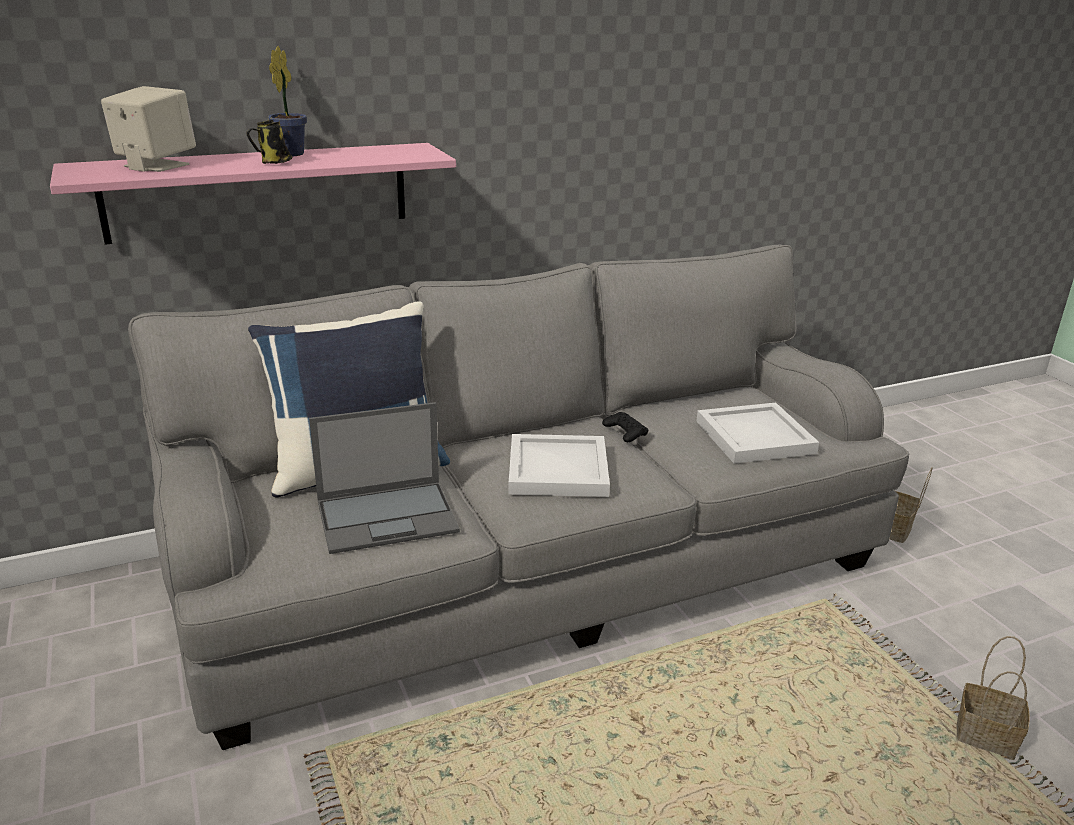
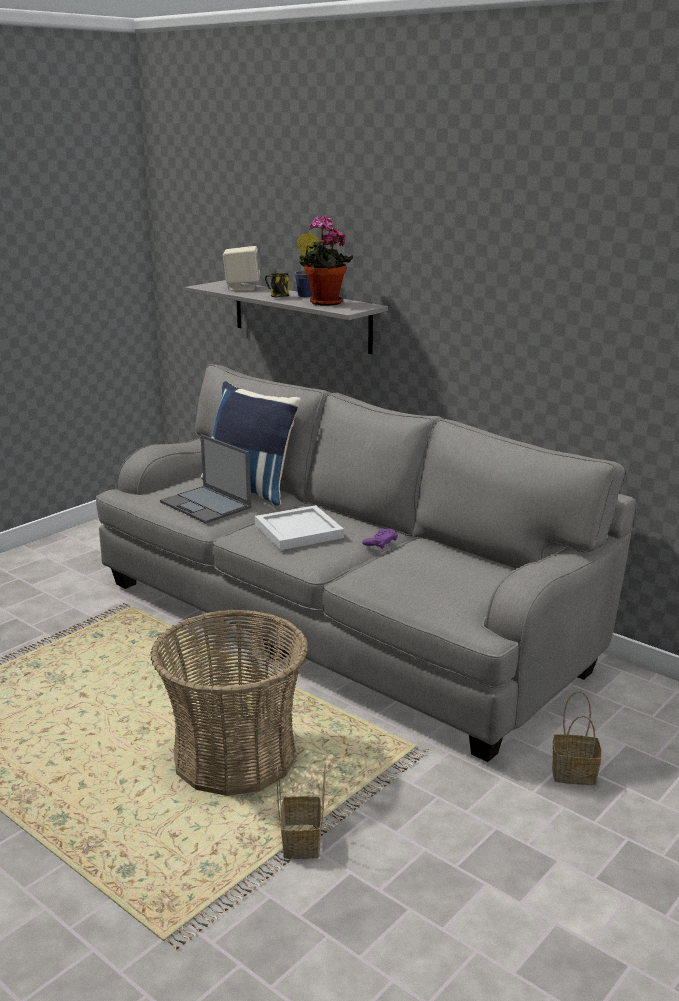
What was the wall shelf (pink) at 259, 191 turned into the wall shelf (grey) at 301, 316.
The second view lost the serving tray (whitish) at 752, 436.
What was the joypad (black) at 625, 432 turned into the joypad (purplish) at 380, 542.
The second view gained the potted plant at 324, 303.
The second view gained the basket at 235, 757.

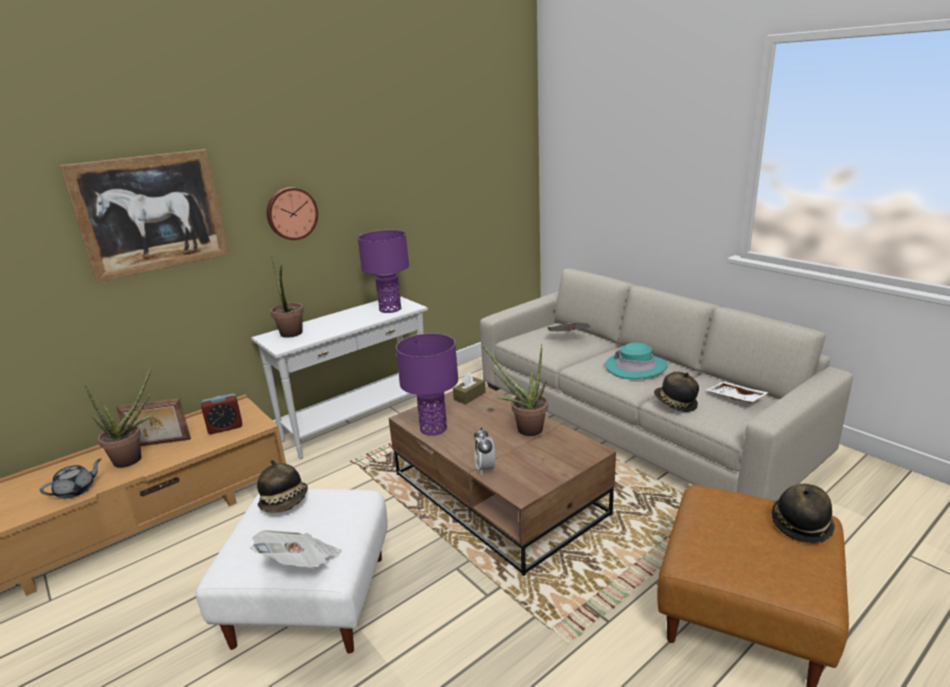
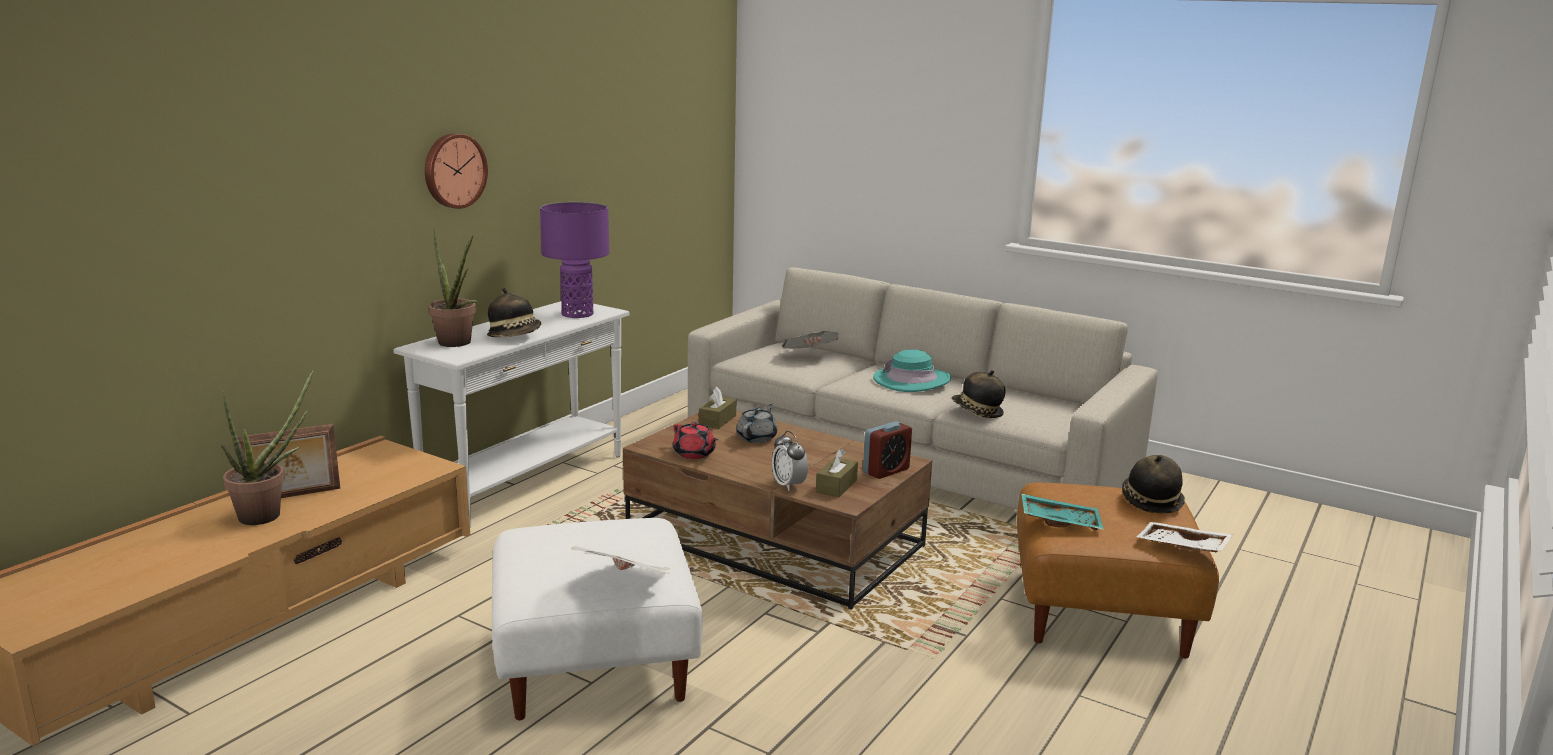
The second view lost the wall picture at 151, 213.
Where the tabletop lamp (purplish) stood at 434, 428, the teapot (reddish) came to stand at 694, 454.
The second view lost the potted plant at 524, 429.
The serving tray (whitish) ended up elsewhere, having gone from 735, 398 to 1182, 548.
The alarm clock ended up elsewhere, having gone from 225, 427 to 886, 471.
The teapot (grey) ended up elsewhere, having gone from 76, 490 to 757, 438.
The hat ended up elsewhere, having gone from 285, 502 to 515, 336.
The second view gained the tissue holder (brownish) at 836, 486.
The second view gained the serving tray (turquoise) at 1060, 521.

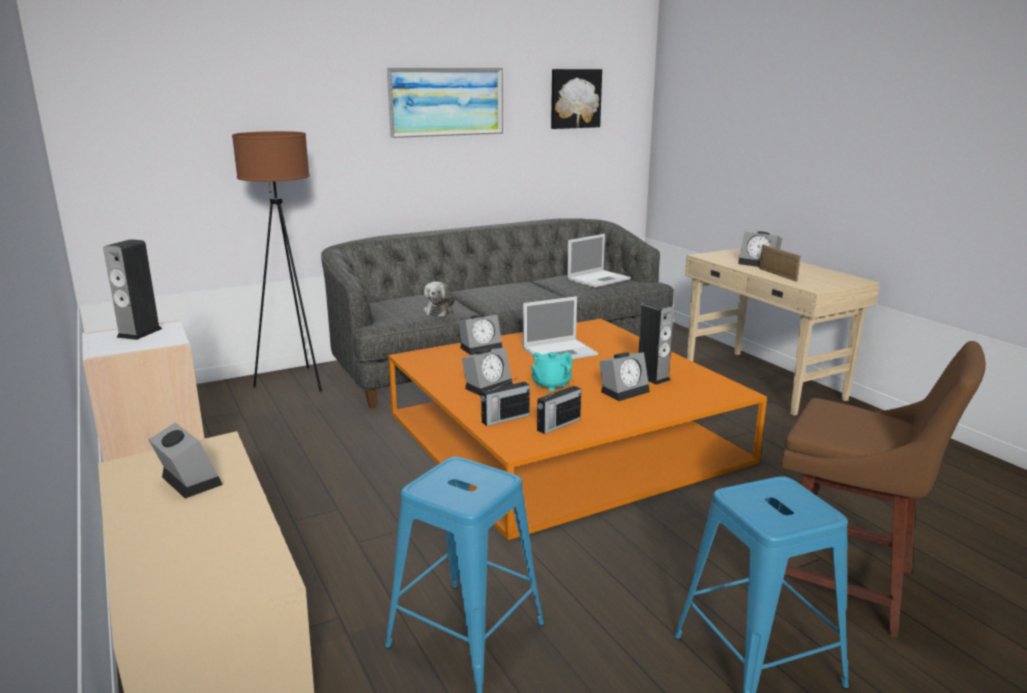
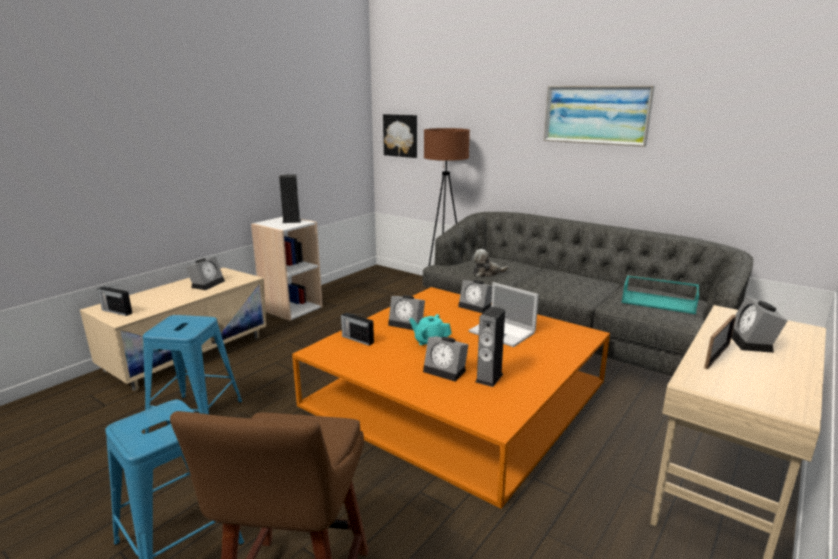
The wall picture ended up elsewhere, having gone from 575, 98 to 401, 135.
Where the laptop stood at 599, 279, the serving tray (turquoise) came to stand at 659, 302.
The radio receiver ended up elsewhere, having gone from 558, 425 to 116, 311.

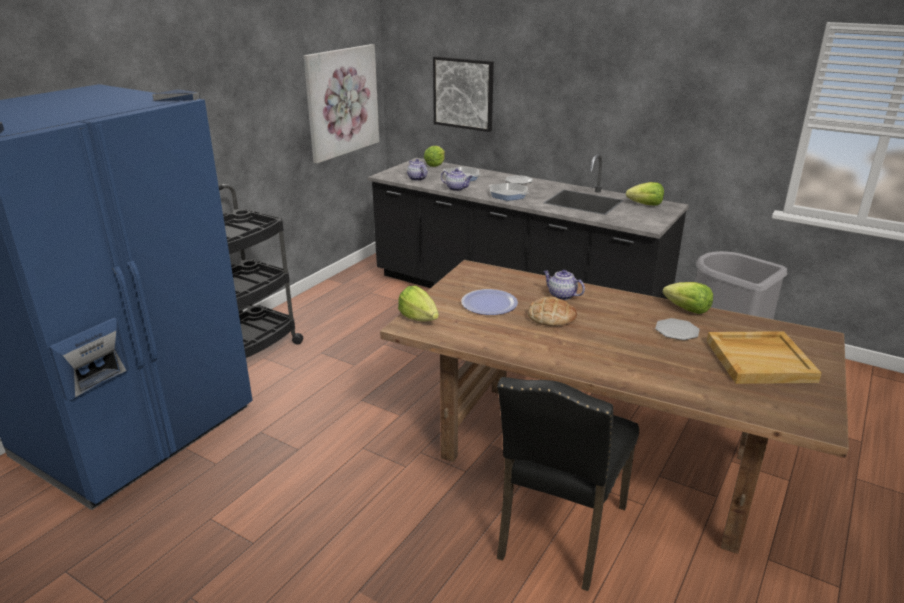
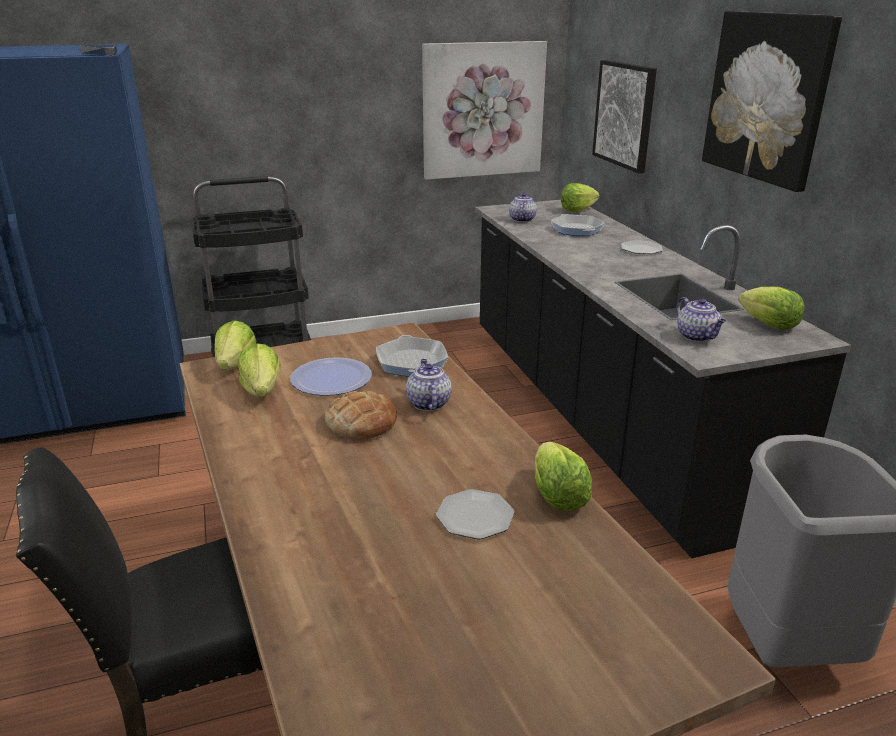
The teapot ended up elsewhere, having gone from 457, 189 to 697, 336.
The frying pan ended up elsewhere, having gone from 508, 195 to 411, 362.
The second view lost the serving tray (beige-coloured) at 760, 360.
The second view gained the wall picture at 767, 97.
The second view gained the head of lettuce at 262, 390.

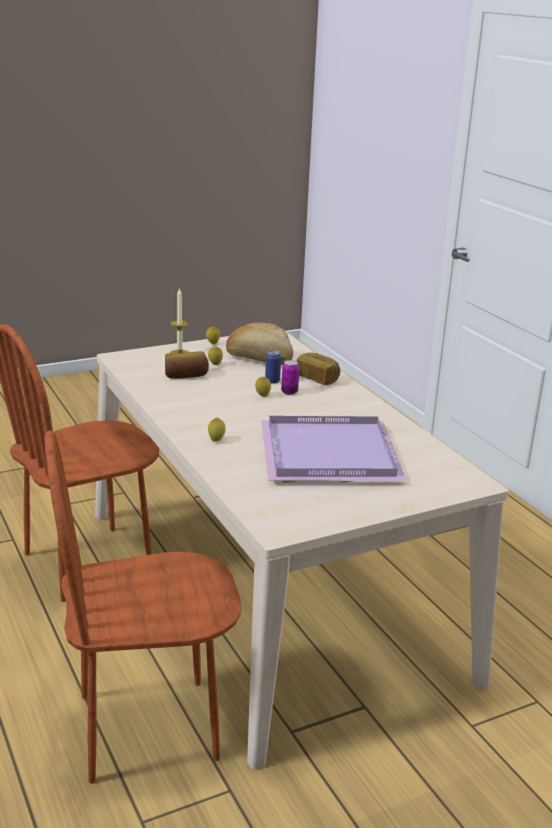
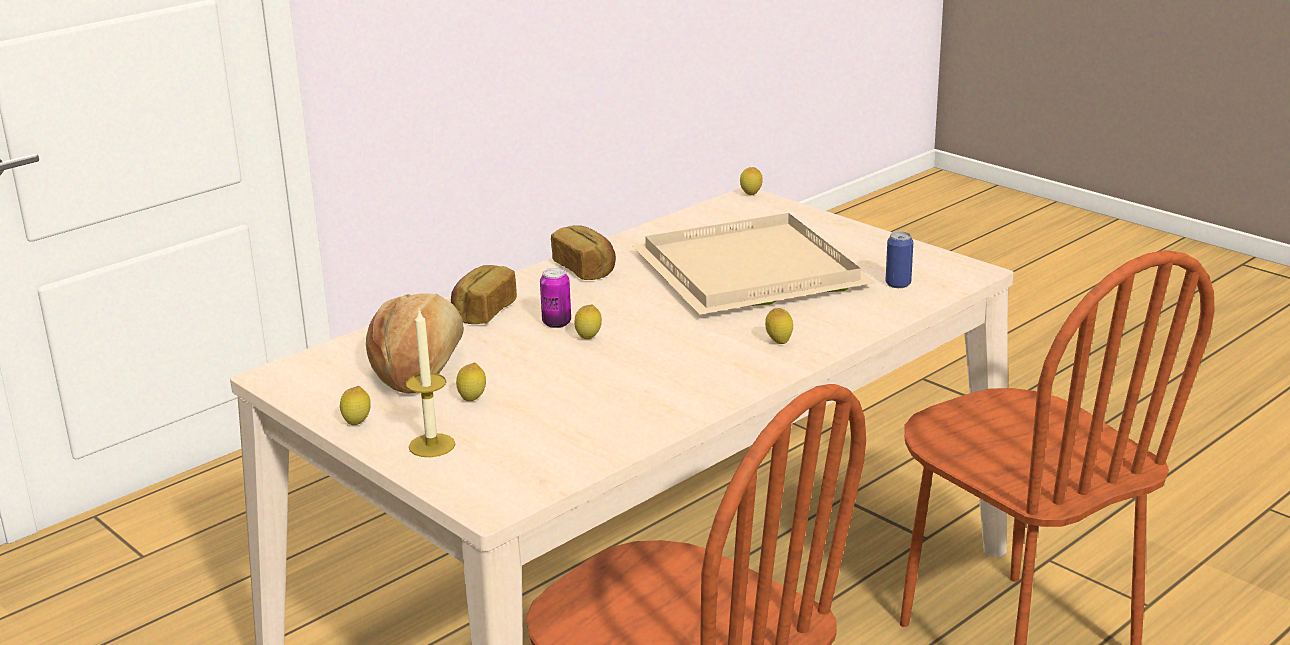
The metal can ended up elsewhere, having gone from 272, 381 to 898, 284.
The bakery bread ended up elsewhere, having gone from 186, 376 to 585, 269.
What was the serving tray (purplish) at 331, 453 turned into the serving tray (beige-coloured) at 744, 271.
The second view gained the citrus fruit at 751, 195.

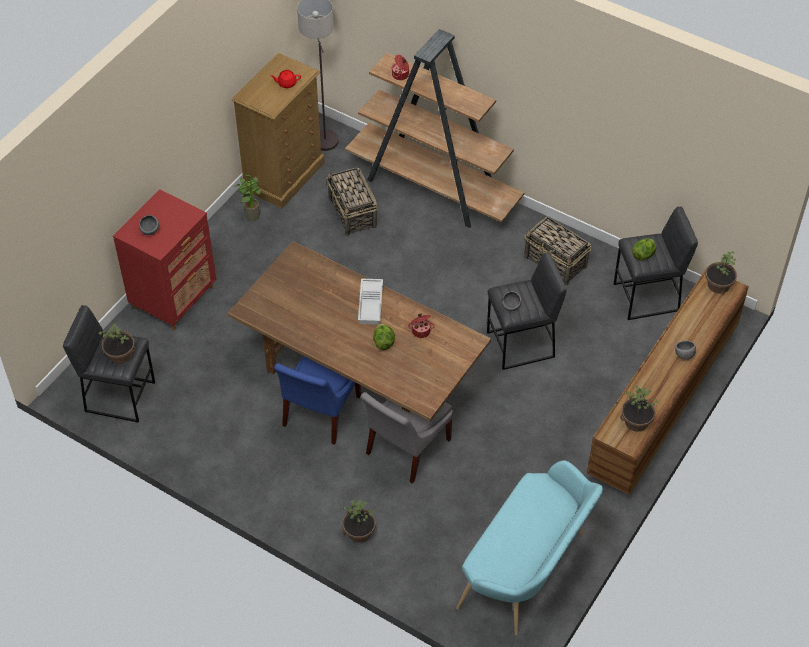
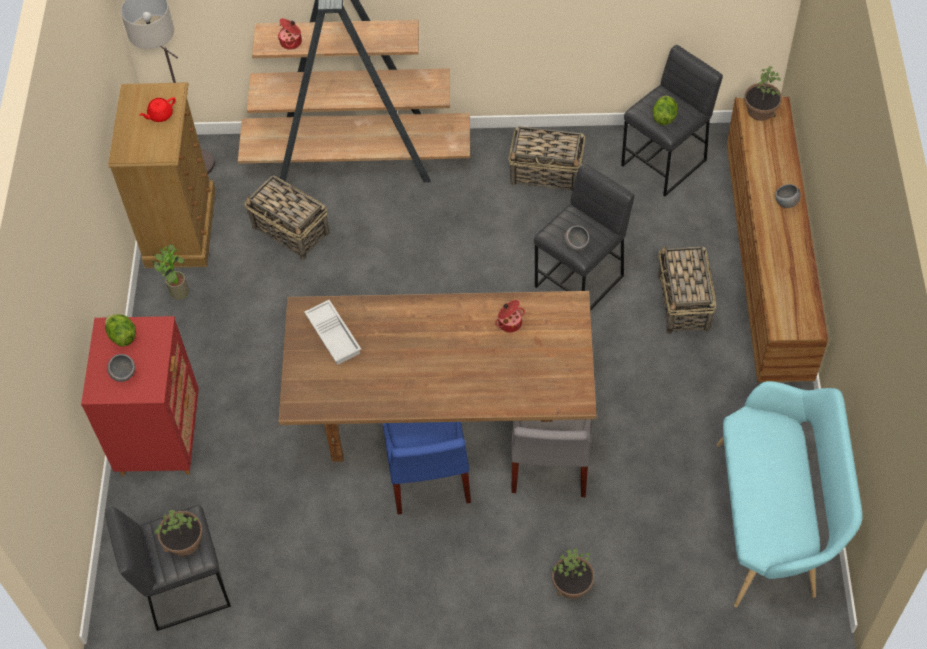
The serving tray (whitish) ended up elsewhere, having gone from 371, 304 to 334, 335.
The head of lettuce ended up elsewhere, having gone from 383, 342 to 122, 336.
The second view lost the potted plant at 636, 422.
The second view gained the basket at 683, 303.

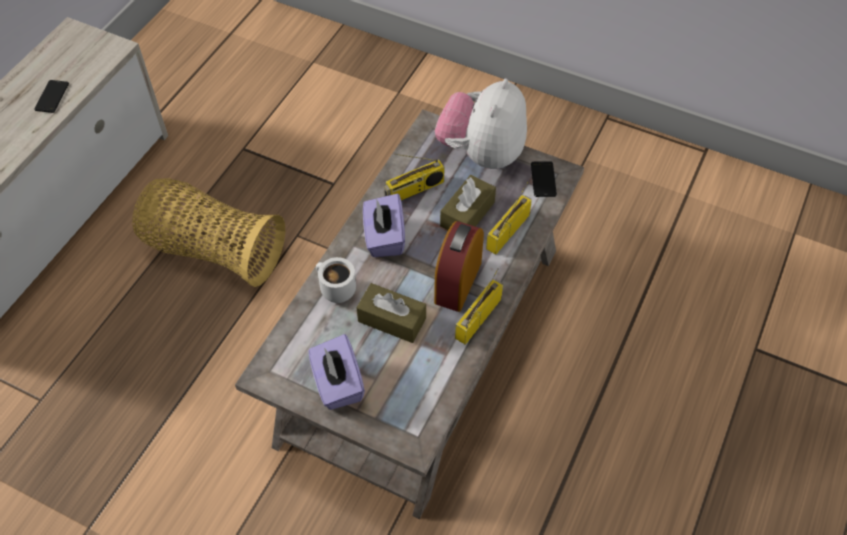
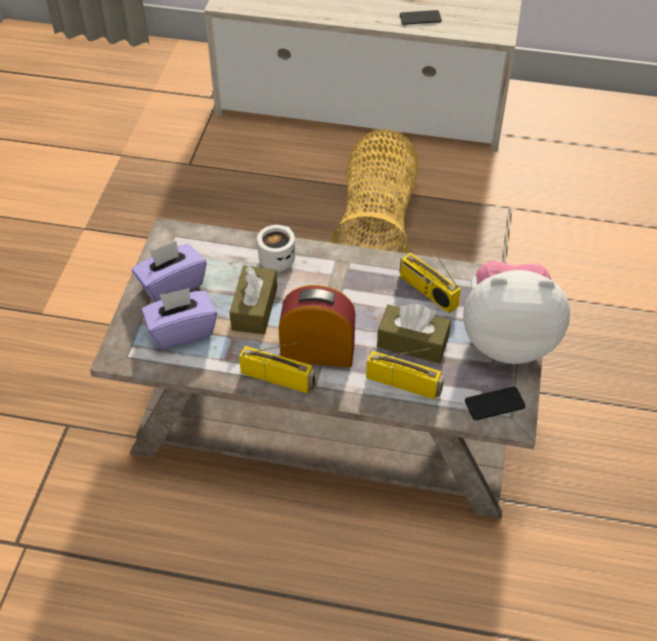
The tissue holder (purplish) ended up elsewhere, having gone from 384, 238 to 182, 330.

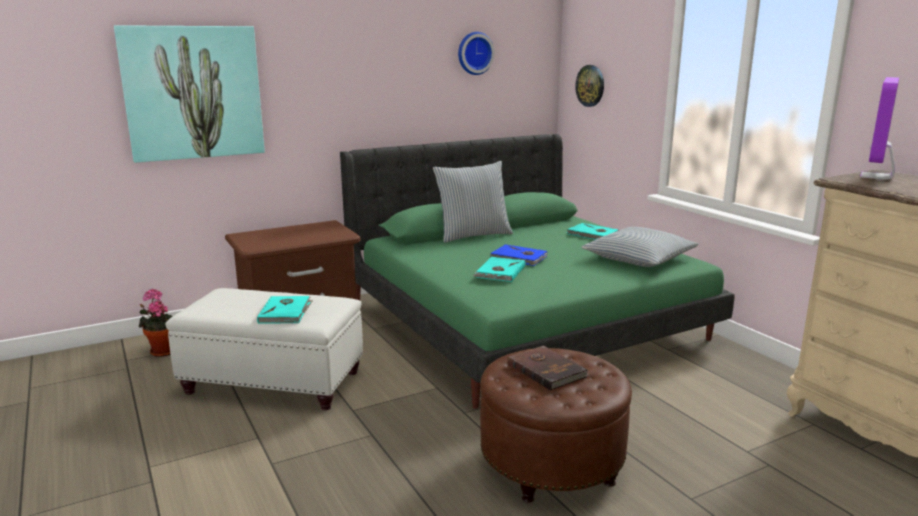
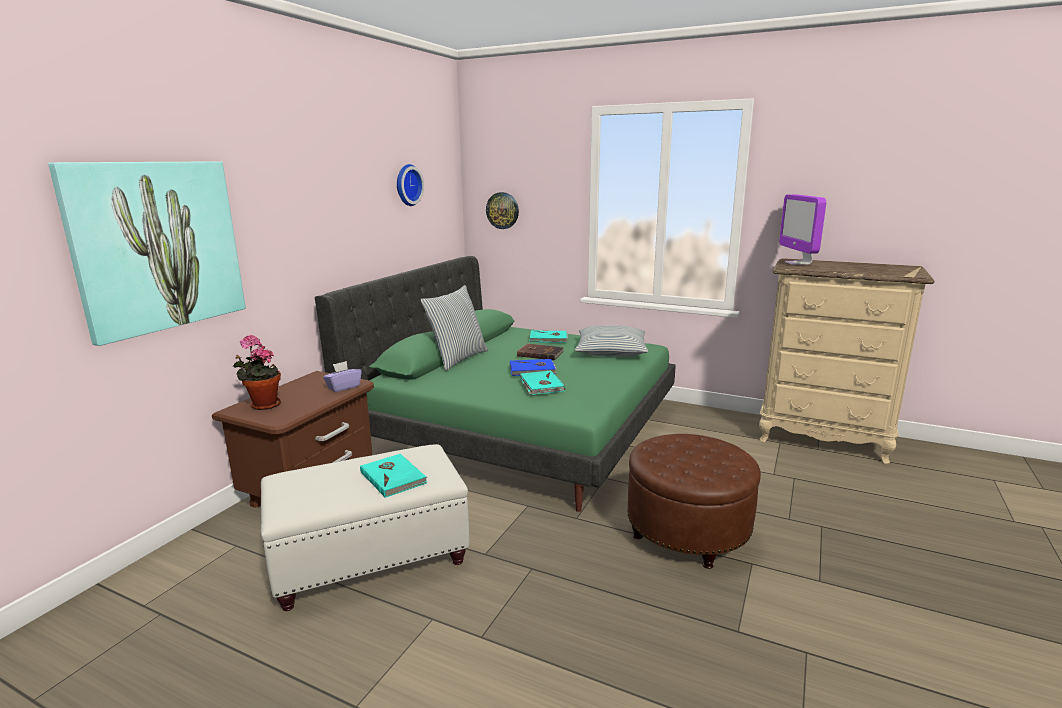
The potted plant ended up elsewhere, having gone from 162, 351 to 263, 405.
The bound book (brownish) ended up elsewhere, having gone from 547, 370 to 540, 353.
The second view gained the tissue holder (purplish) at 343, 387.

